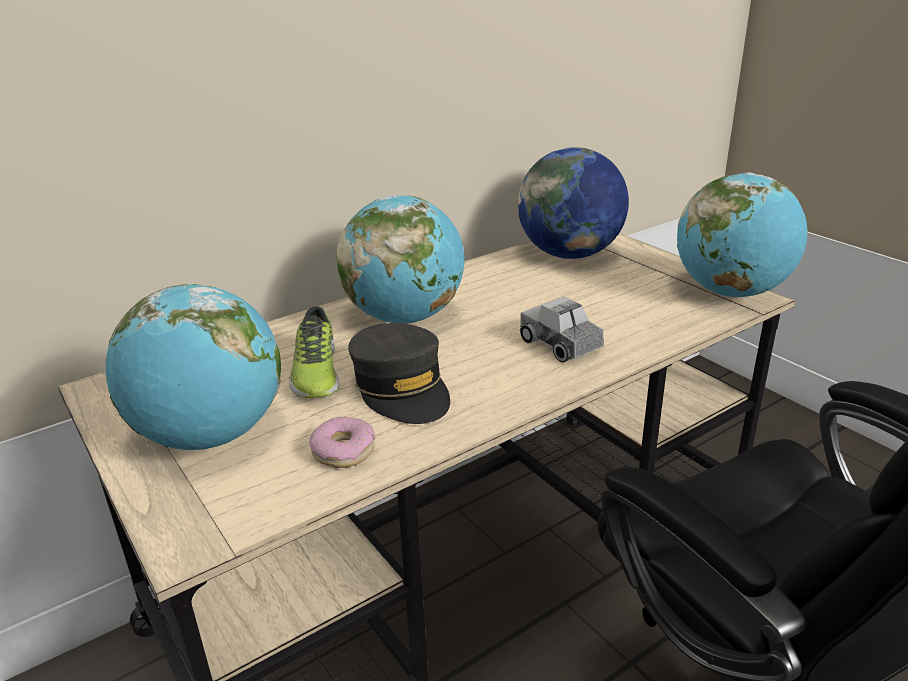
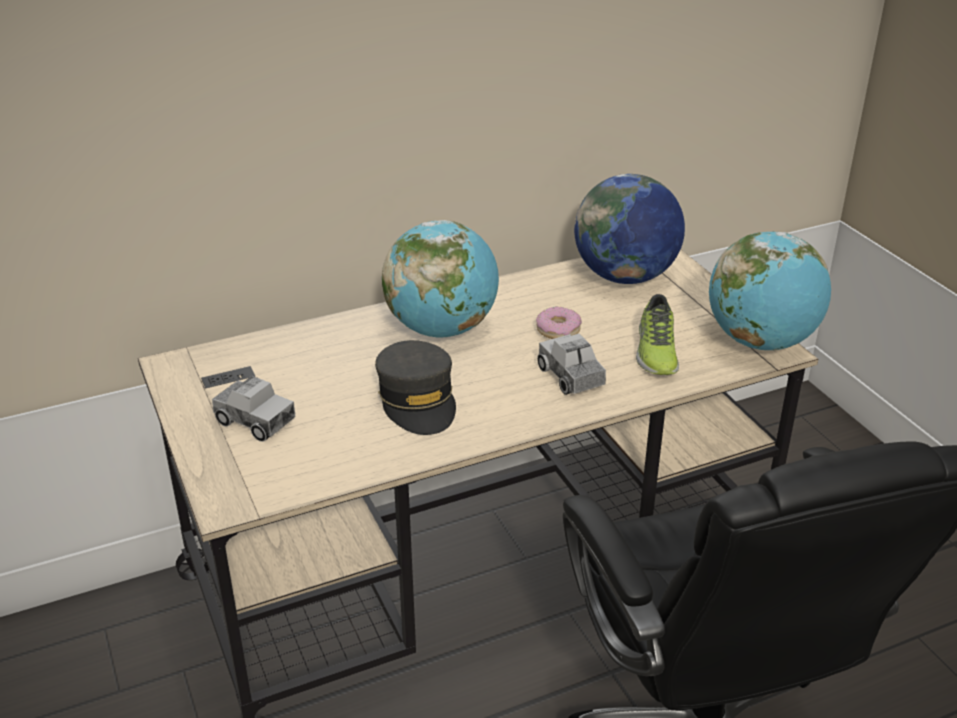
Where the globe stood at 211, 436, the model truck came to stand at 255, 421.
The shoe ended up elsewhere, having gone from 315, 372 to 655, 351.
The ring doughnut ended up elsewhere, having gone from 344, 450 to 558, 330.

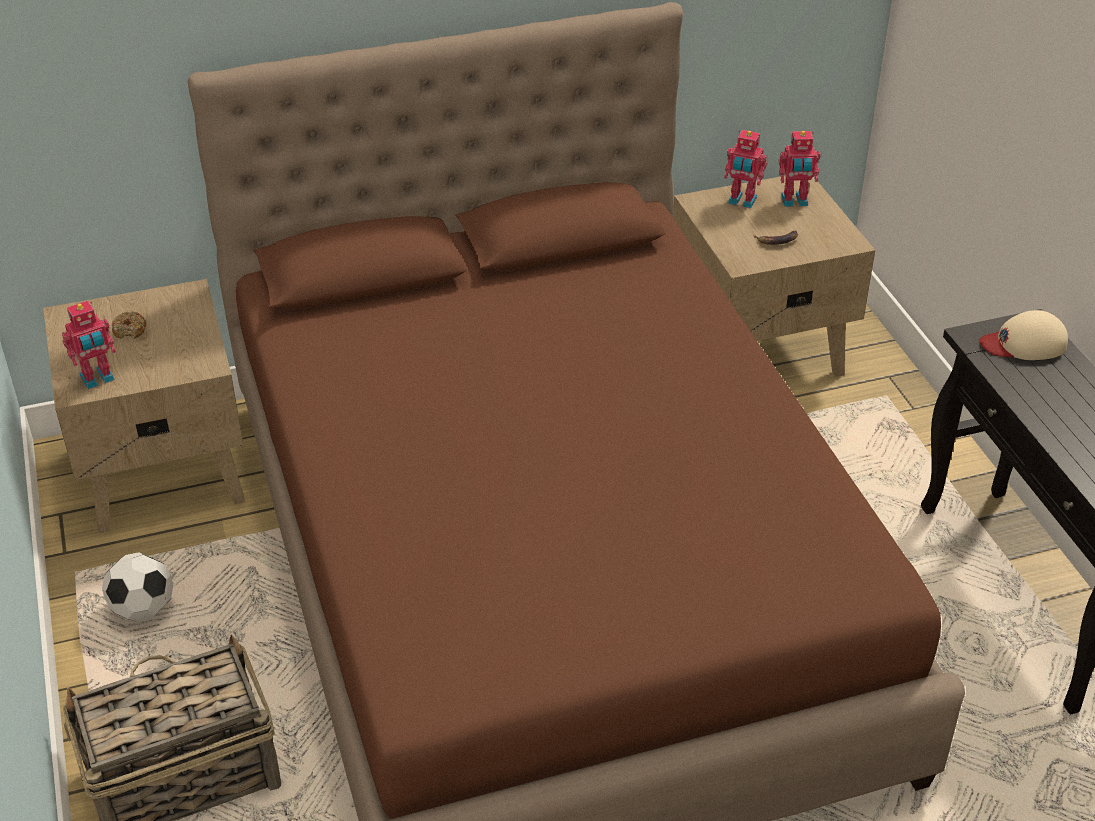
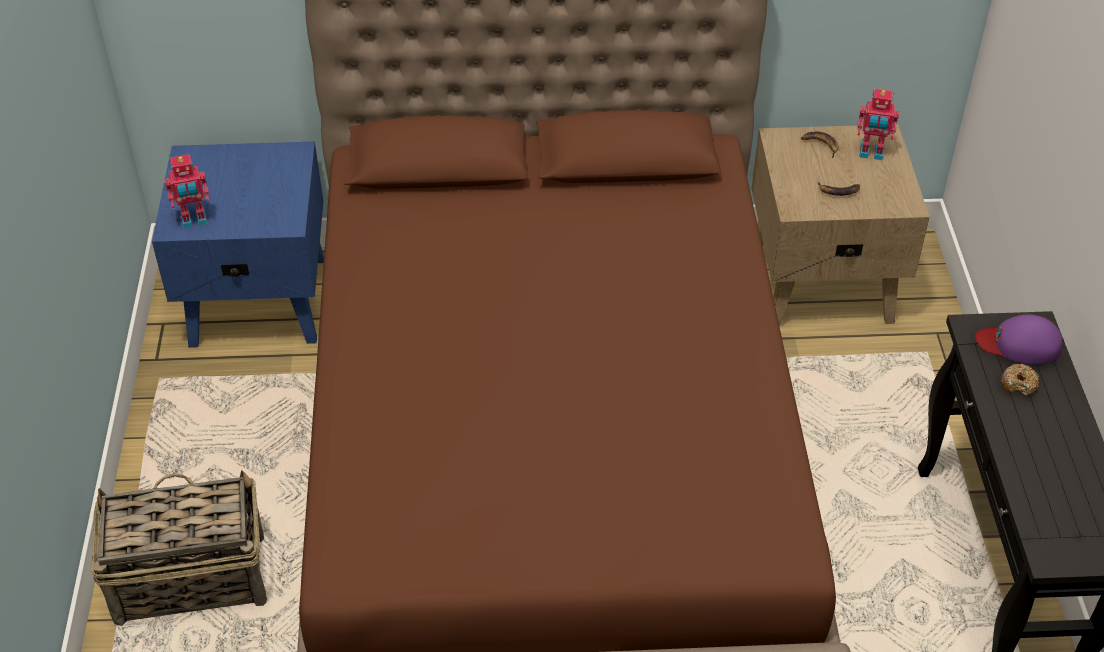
Where the robot figure stood at 741, 201, the banana fruit came to stand at 820, 145.
What was the nightstand (beige-coloured) at 165, 470 turned into the nightstand (blue) at 260, 300.
What was the peaked cap (beige-coloured) at 1024, 343 turned into the peaked cap (purplish) at 1019, 344.
The ring doughnut ended up elsewhere, having gone from 130, 330 to 1019, 384.
The second view lost the football at 143, 609.

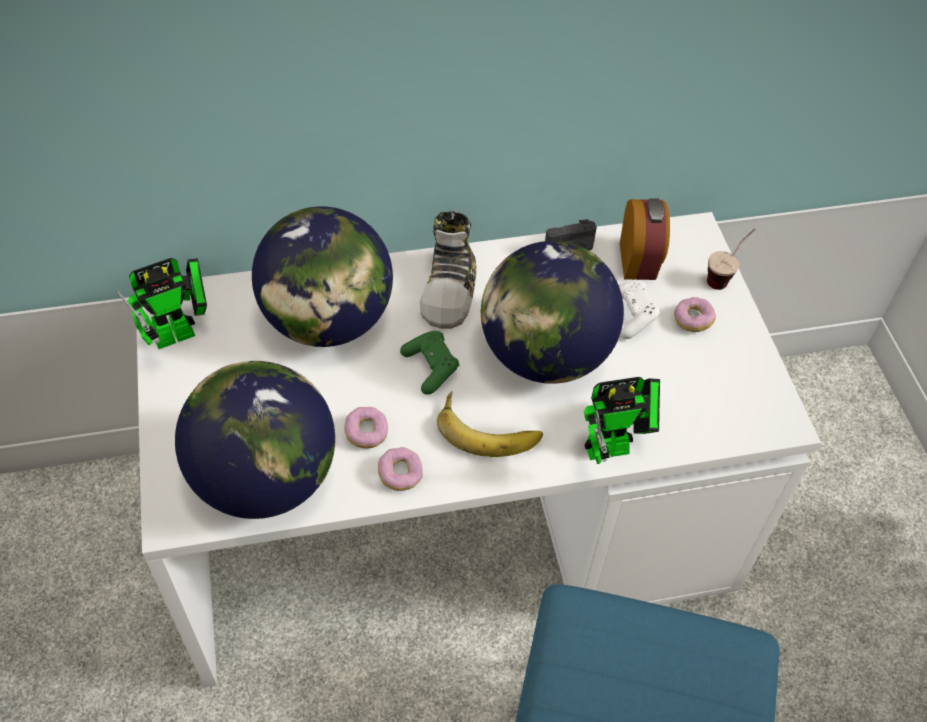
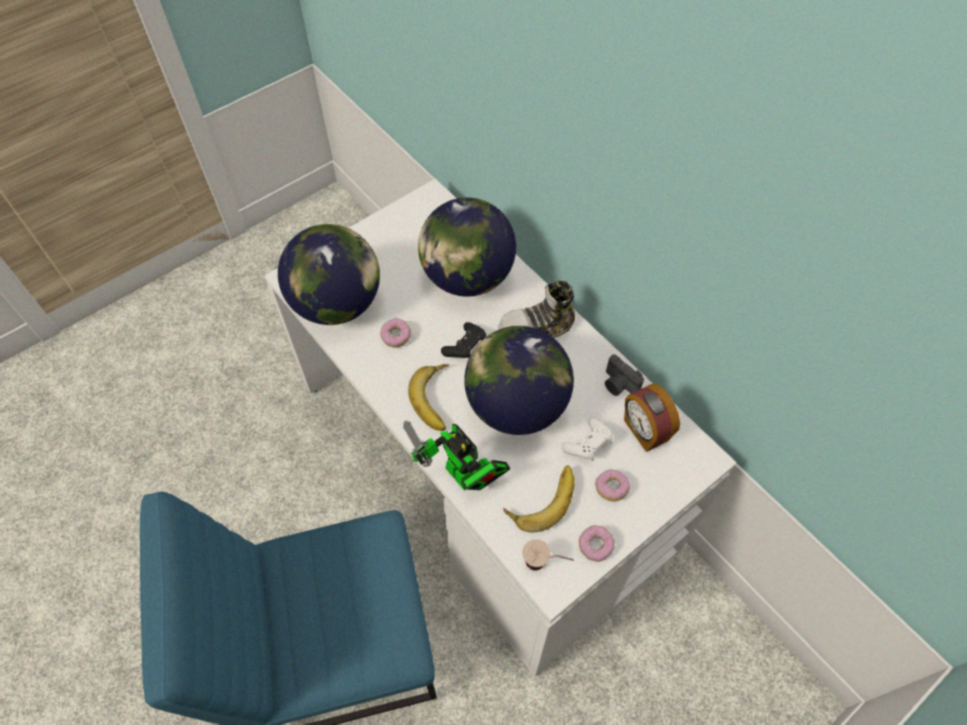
The alarm clock at 639, 261 ended up facing another way, 90 degrees clockwise from before.
The drinking cup ended up elsewhere, having gone from 725, 276 to 545, 565.
The second view lost the robot figure at 181, 333.
What was the joypad (green-coloured) at 431, 368 turned into the joypad (black) at 465, 347.
The ring doughnut ended up elsewhere, having gone from 400, 474 to 595, 546.
The second view gained the banana fruit at 541, 498.

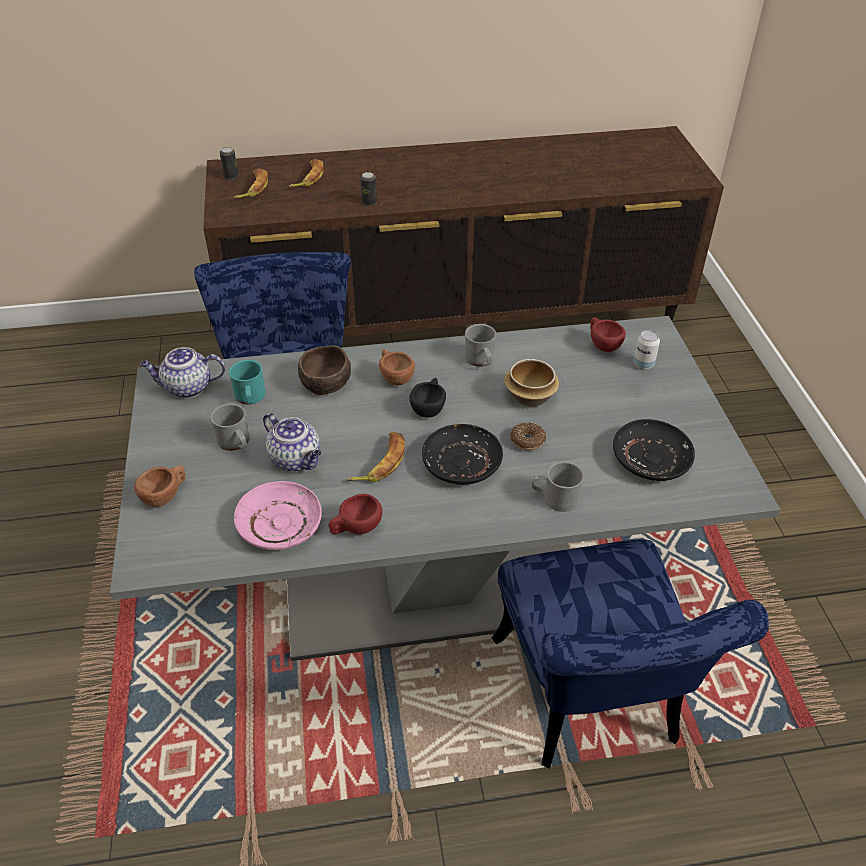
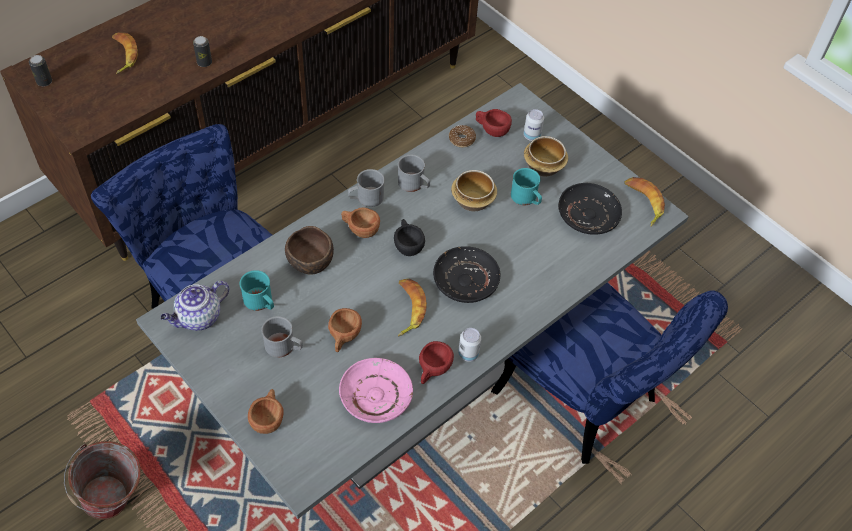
The banana fruit ended up elsewhere, having gone from 253, 188 to 643, 203.
Where the teapot stood at 296, 459, the drinking cup (brownish) came to stand at 344, 337.
The ring doughnut ended up elsewhere, having gone from 527, 440 to 462, 139.
The tea mug (grey) ended up elsewhere, having gone from 555, 498 to 366, 198.
The second view gained the deep dish at 542, 166.
The second view gained the tea mug (turquoise) at 526, 198.
The second view gained the metal can at 468, 354.
The second view gained the bucket at 116, 503.

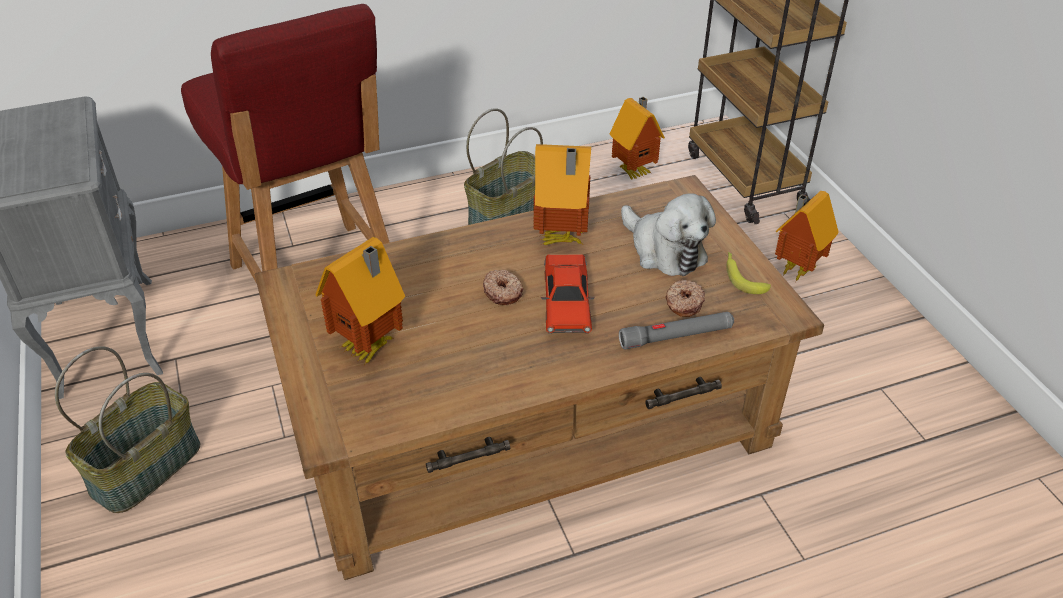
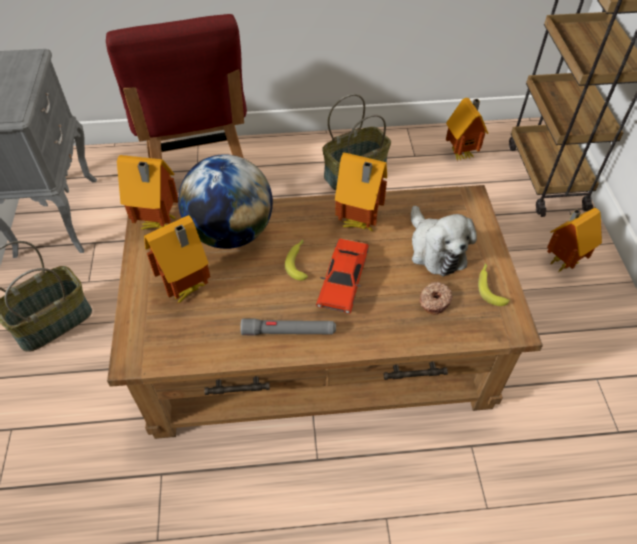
Where the ring doughnut stood at 503, 292, the banana fruit came to stand at 299, 262.
The flashlight (grey) ended up elsewhere, having gone from 676, 336 to 288, 331.
The second view gained the globe at 230, 233.
The second view gained the model house at 158, 225.

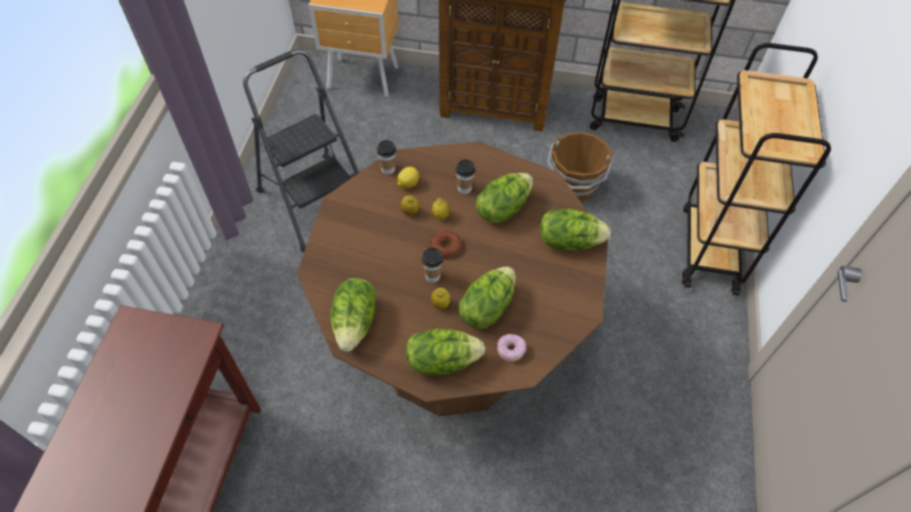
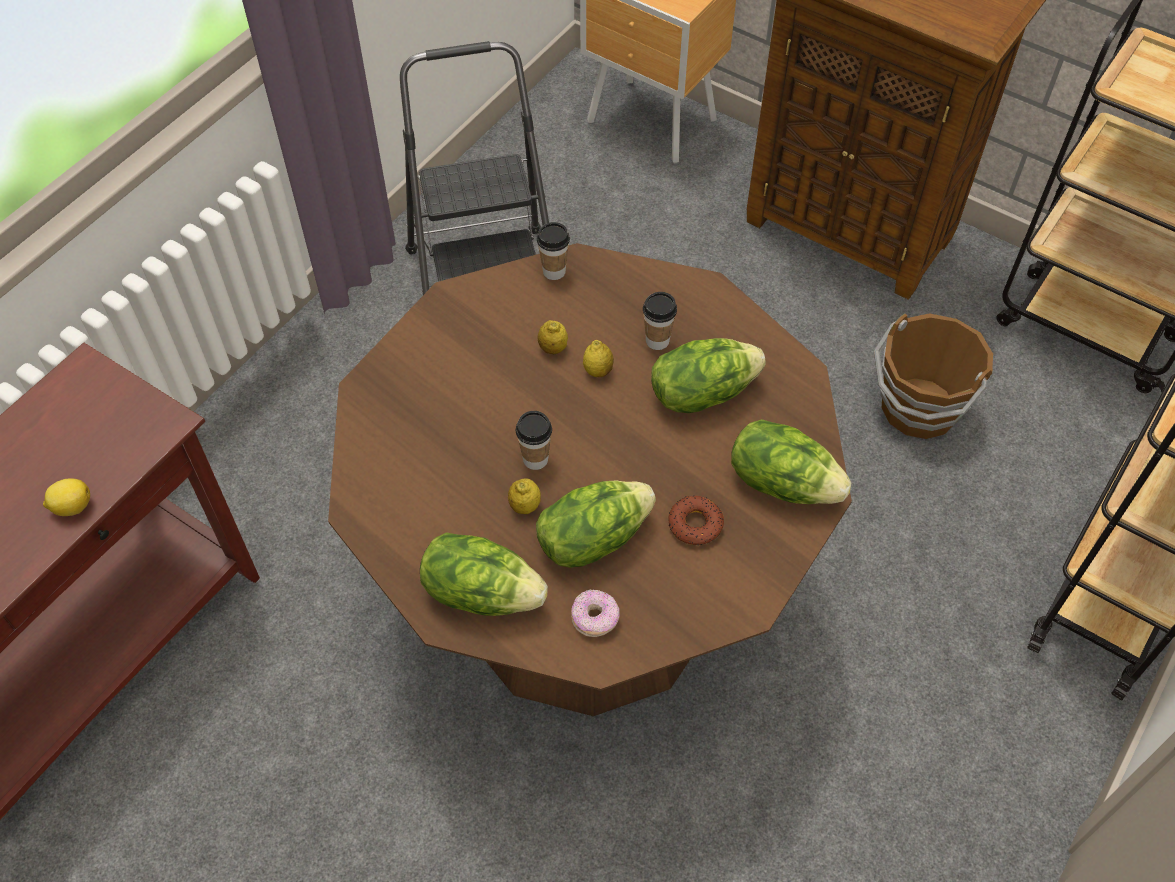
The citrus fruit ended up elsewhere, having gone from 408, 184 to 72, 506.
The ring doughnut ended up elsewhere, having gone from 446, 246 to 695, 524.
The second view lost the head of lettuce at 356, 322.

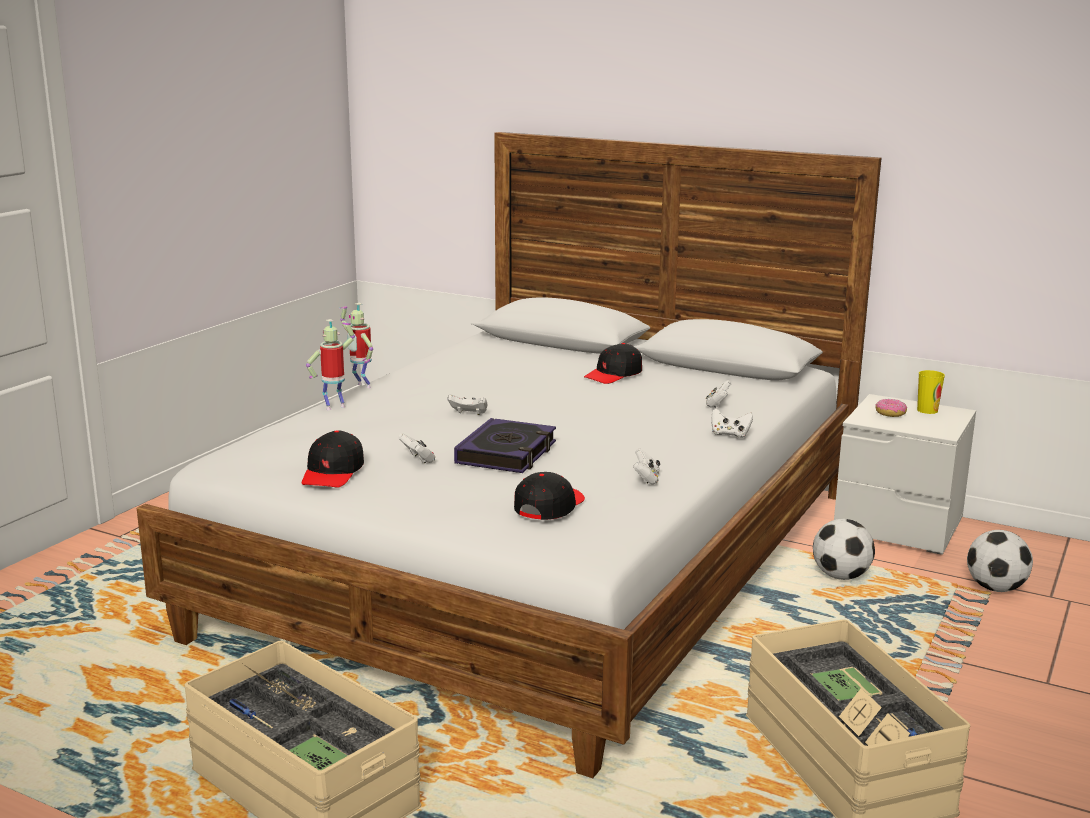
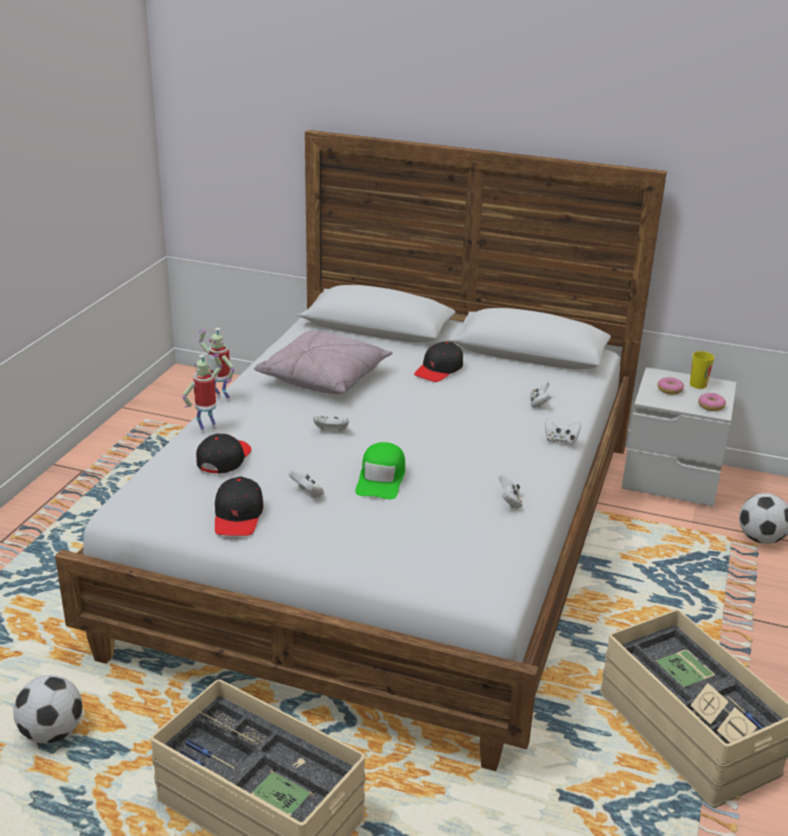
Where the bound book stood at 507, 453, the peaked cap (green-coloured) came to stand at 381, 479.
The peaked cap (black) ended up elsewhere, having gone from 549, 507 to 224, 459.
The football ended up elsewhere, having gone from 841, 576 to 52, 733.
The second view gained the cushion (purplish) at 324, 378.
The second view gained the ring doughnut at 711, 406.

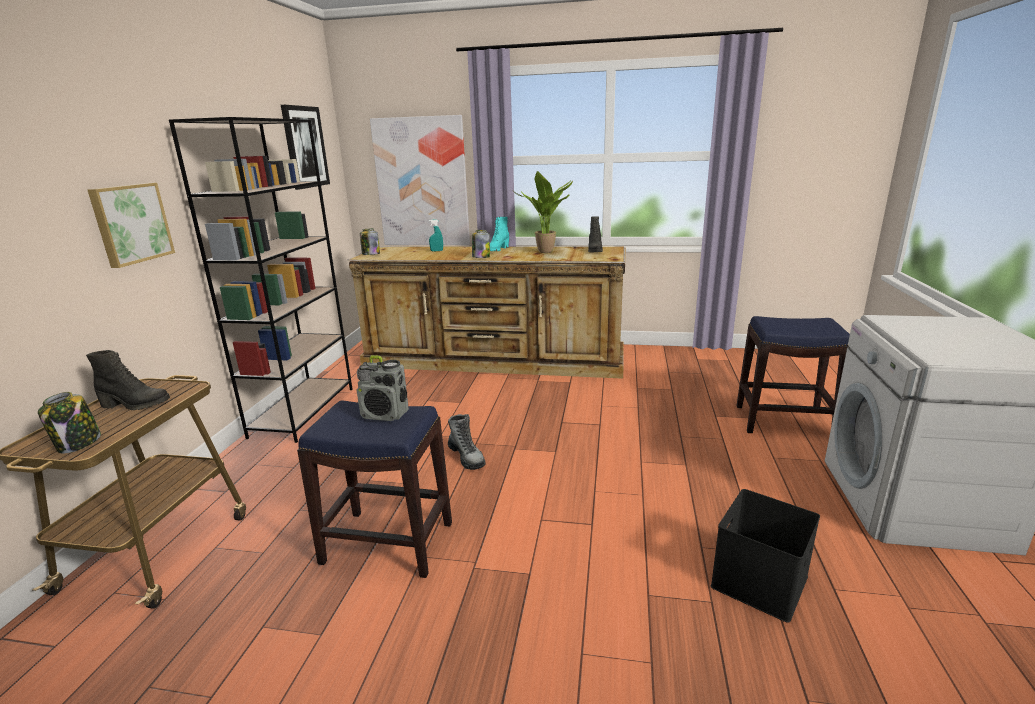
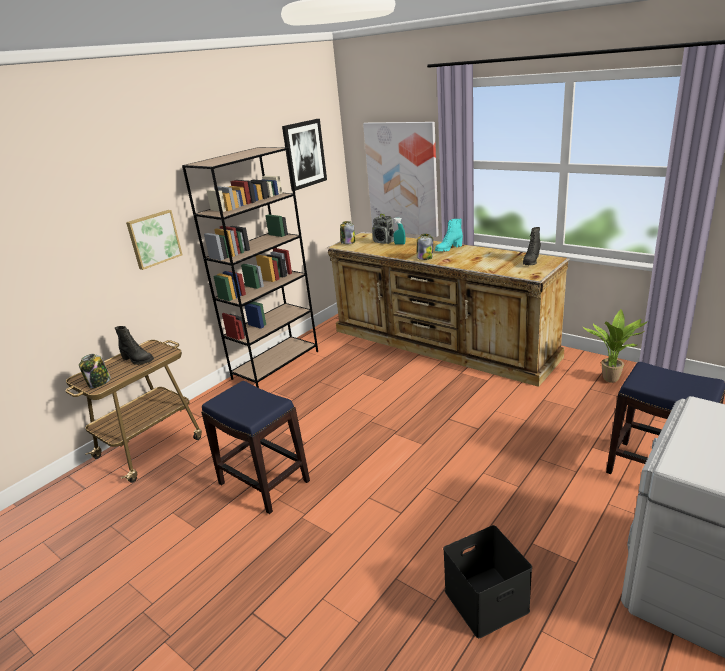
The potted plant ended up elsewhere, having gone from 548, 252 to 612, 380.
The radio receiver ended up elsewhere, having gone from 385, 415 to 384, 242.
The second view lost the high-top boot at 466, 457.

